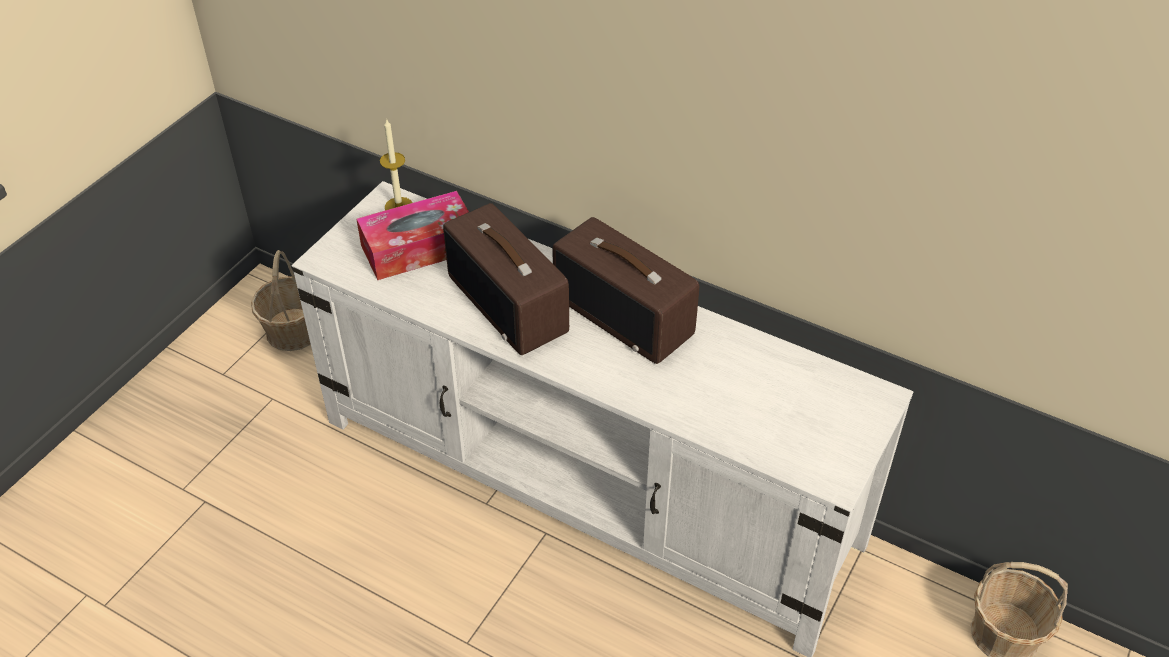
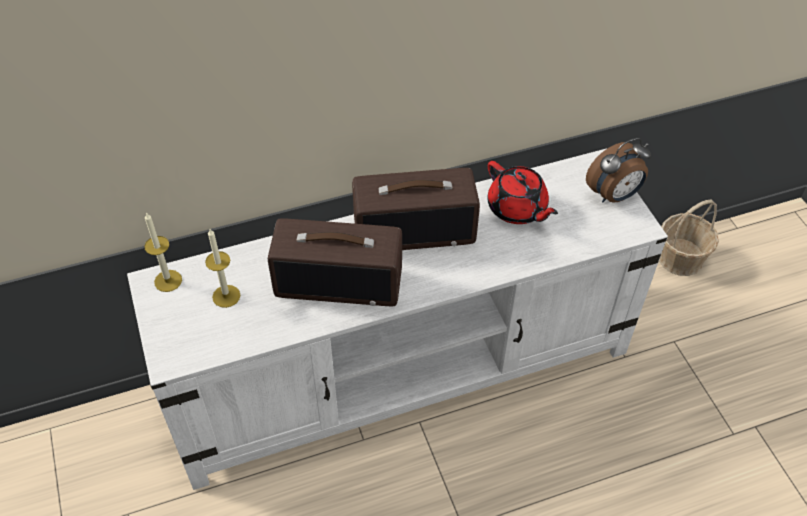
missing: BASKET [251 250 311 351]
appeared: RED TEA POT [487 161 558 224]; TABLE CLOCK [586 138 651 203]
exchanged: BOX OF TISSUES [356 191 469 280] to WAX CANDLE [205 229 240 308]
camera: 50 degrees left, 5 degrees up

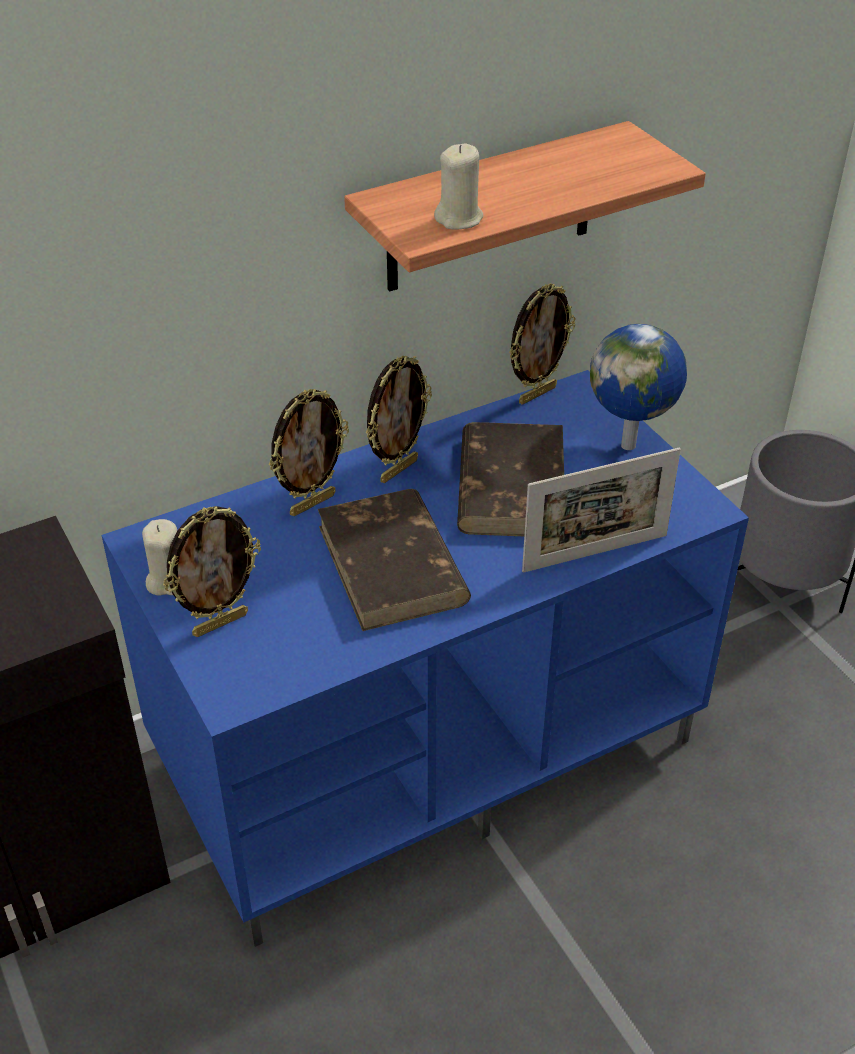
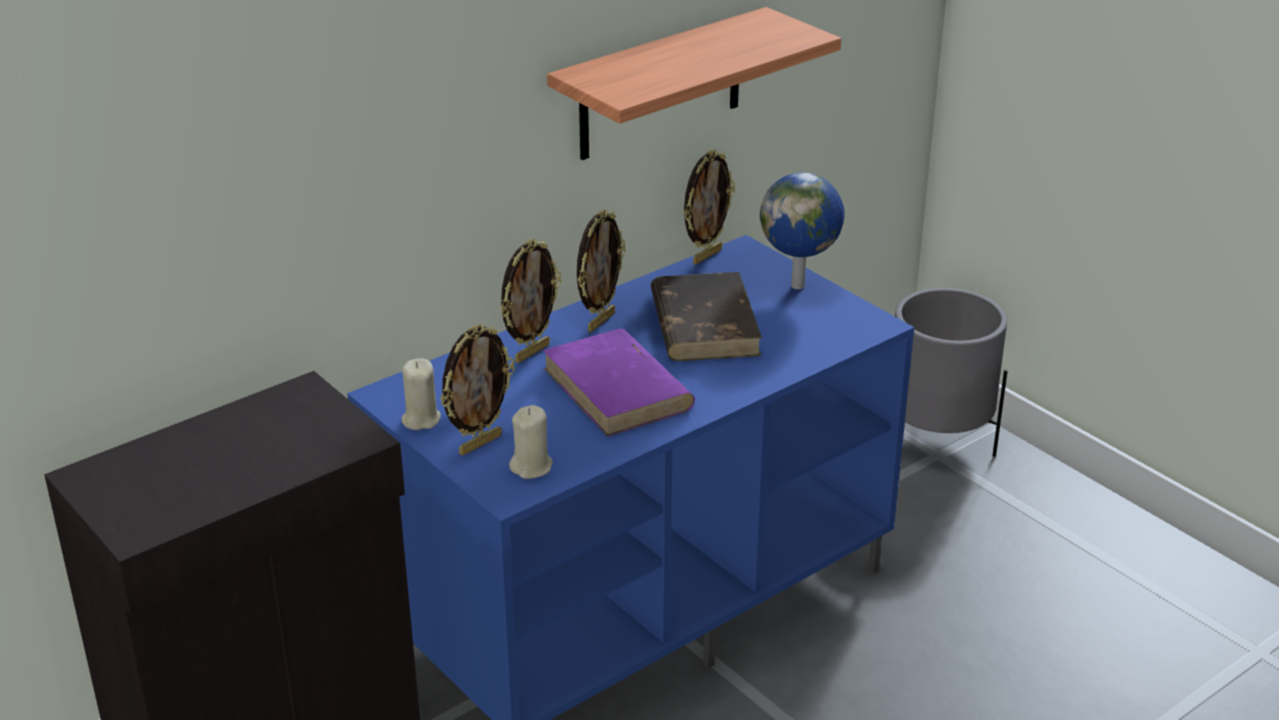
missing: PICTURE FRAME [522 448 681 573]
relocated: SAND-COLOURED WAX CANDLE [434 144 483 230] to [509 405 553 479]
colour: BROWN BOUND BOOK [318 489 471 631] to PURPLE BOUND BOOK [543 329 695 437]
camera: 10 degrees left, 10 degrees down

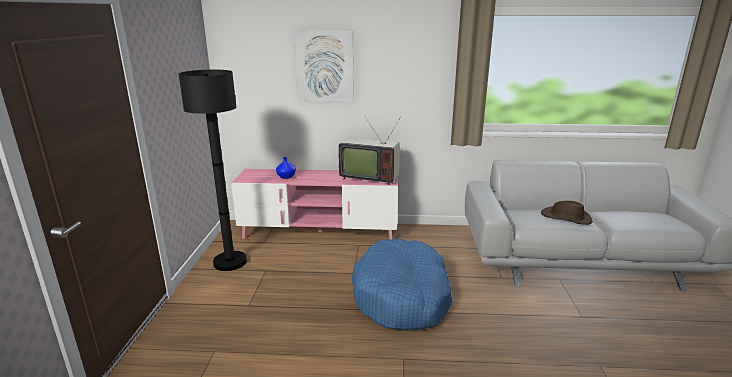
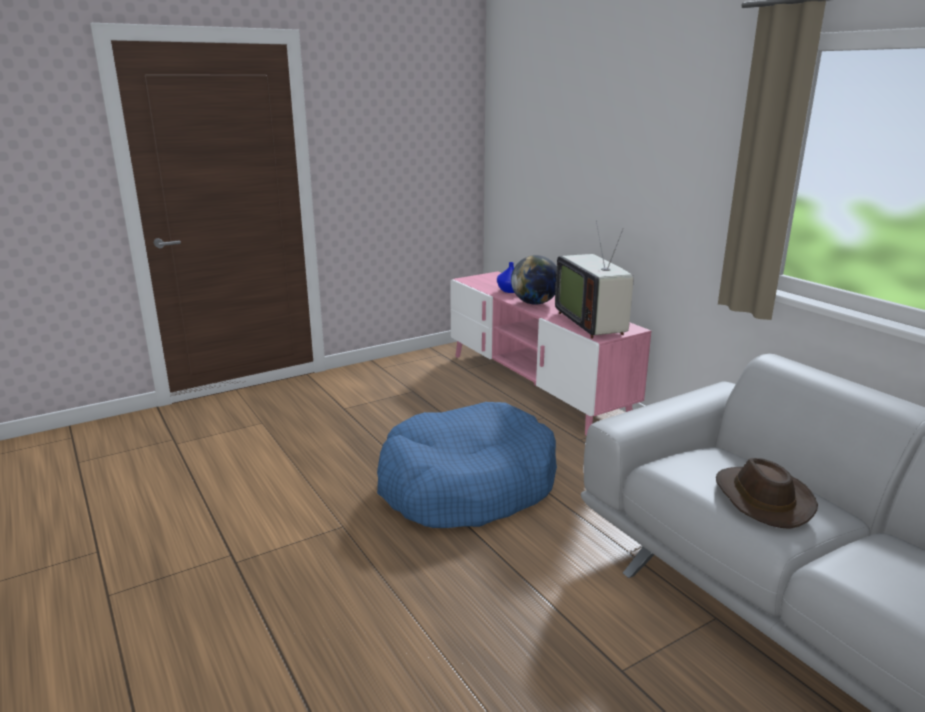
missing: BLACK STANDING LAMP [179 70 247 271]; PICTURE [294 31 354 101]
appeared: GLOBE [511 255 557 305]
camera: 55 degrees right, 0 degrees up

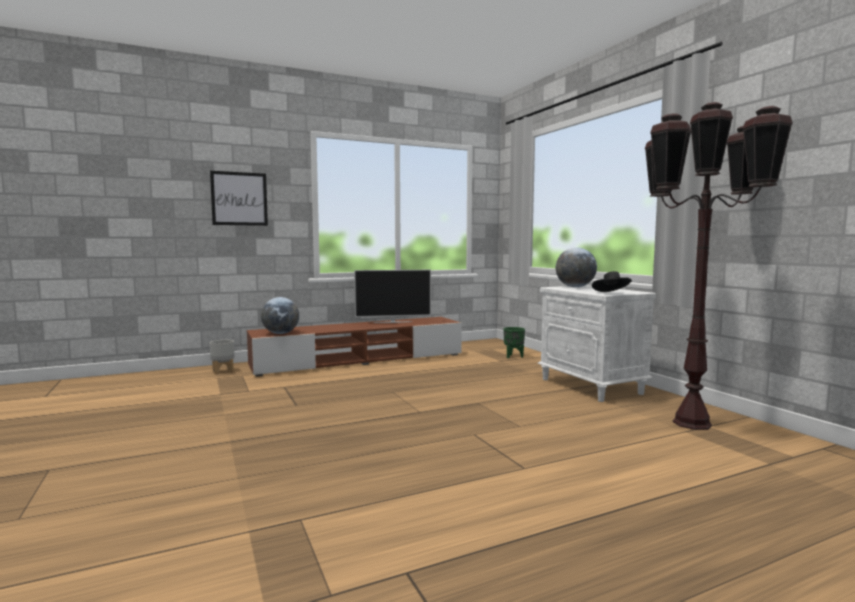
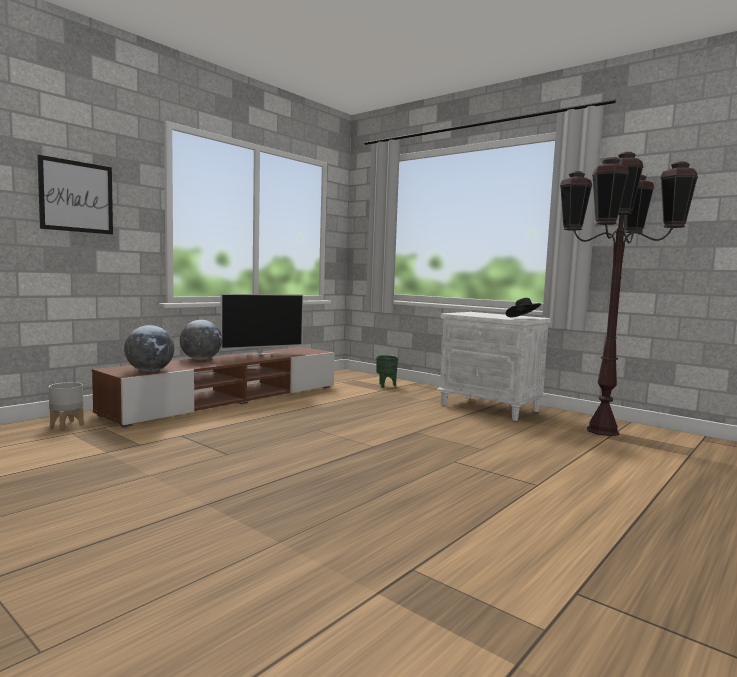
relocated: GLOBE [556 247 597 287] to [180 320 222 360]
camera: 25 degrees left, 0 degrees up

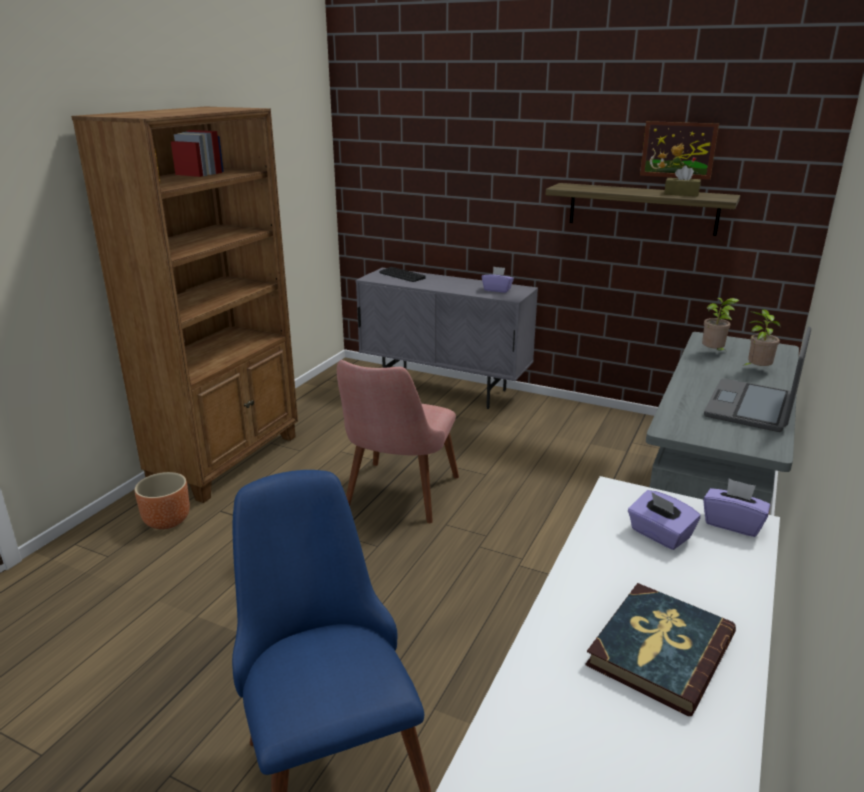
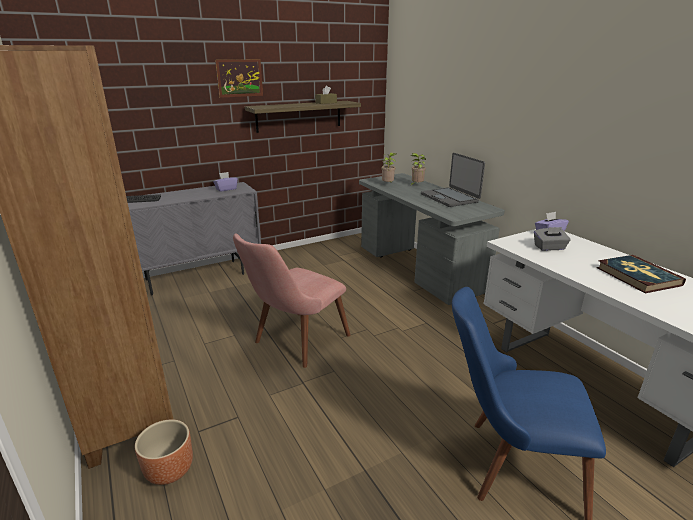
relocated: PICTURE [640 121 719 180] to [215 59 263 98]
colour: PURPLE BOX OF TISSUES [628 490 701 550] to GREY BOX OF TISSUES [534 227 571 251]
spun: PINKISH CHAIR [337 360 459 523] = [233 234 351 368] 75 degrees clockwise
camera: 55 degrees left, 0 degrees up

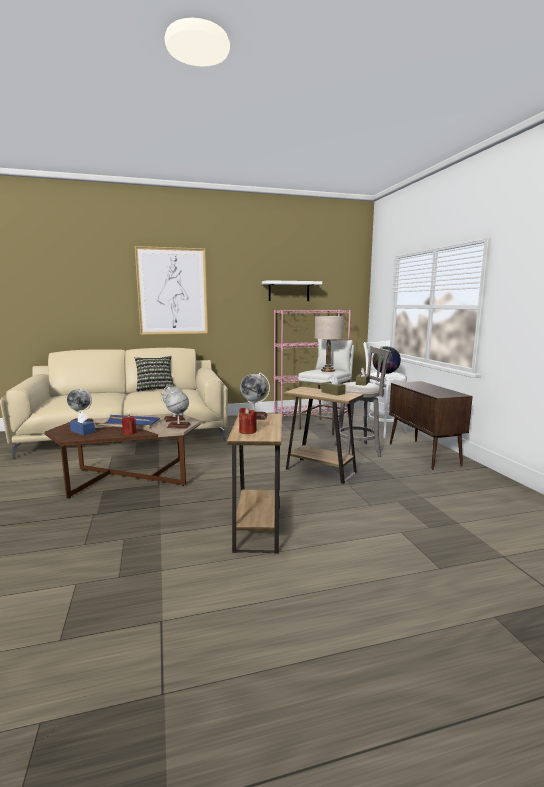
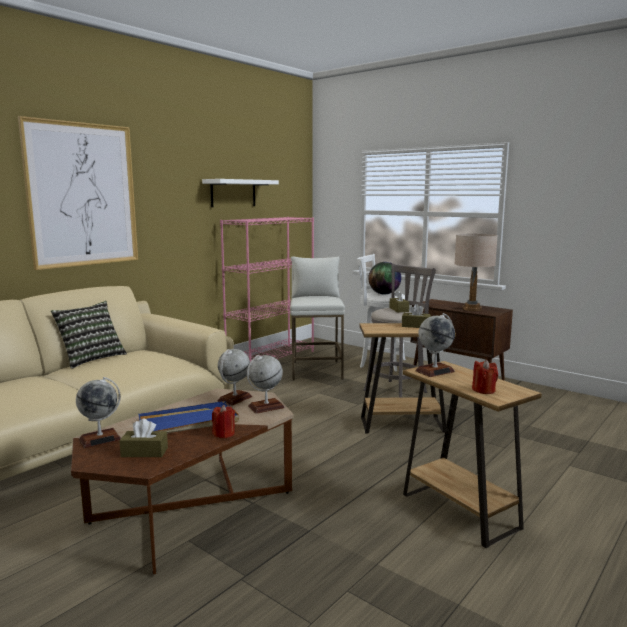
relocated: SAND-COLOURED TABLE LAMP [315 316 344 372] to [454 233 498 311]
colour: BLUE BOX OF TISSUES [70 412 95 435] to BROWN BOX OF TISSUES [119 419 168 457]
camera: 35 degrees left, 0 degrees up

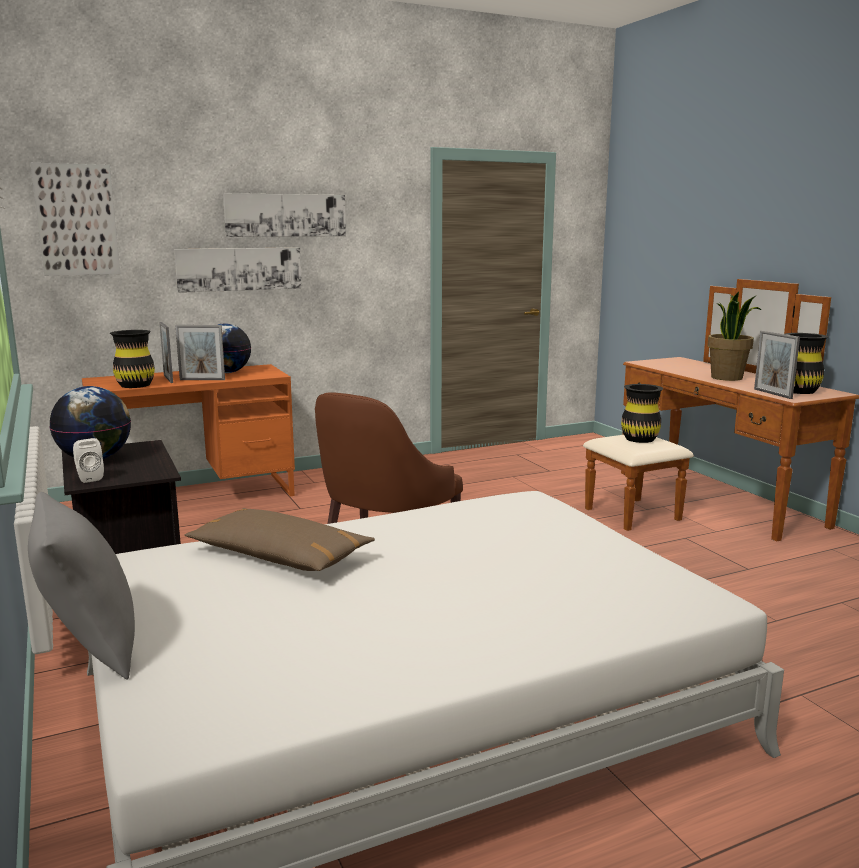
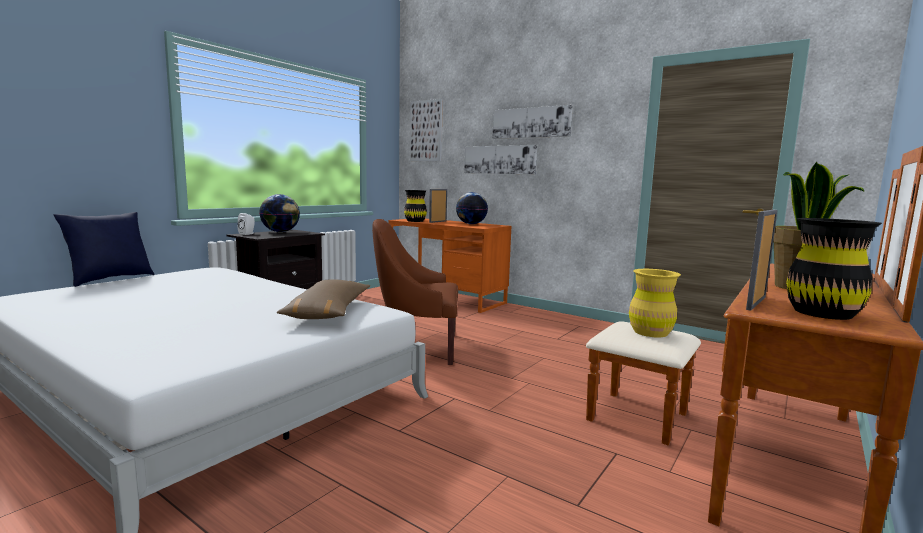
missing: PICTURE FRAME [175 325 225 380]
relocated: BROWN THROW PILLOW [184 508 375 571] to [277 279 370 319]
colour: GREY THROW PILLOW [28 492 135 680] to BLUE THROW PILLOW [54 212 154 287]; BLACK VASE [621 384 663 443] to YELLOW-COLOURED VASE [629 269 681 337]
camera: 60 degrees right, 5 degrees down

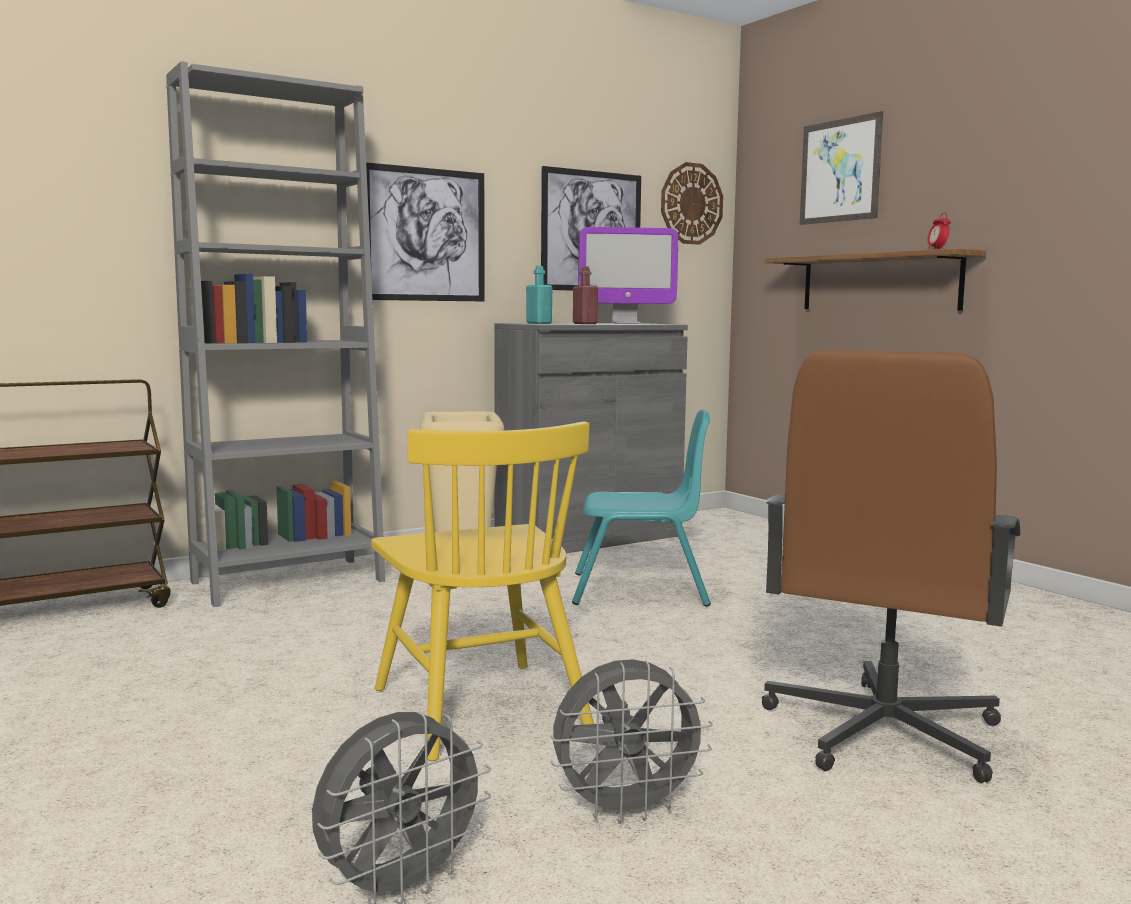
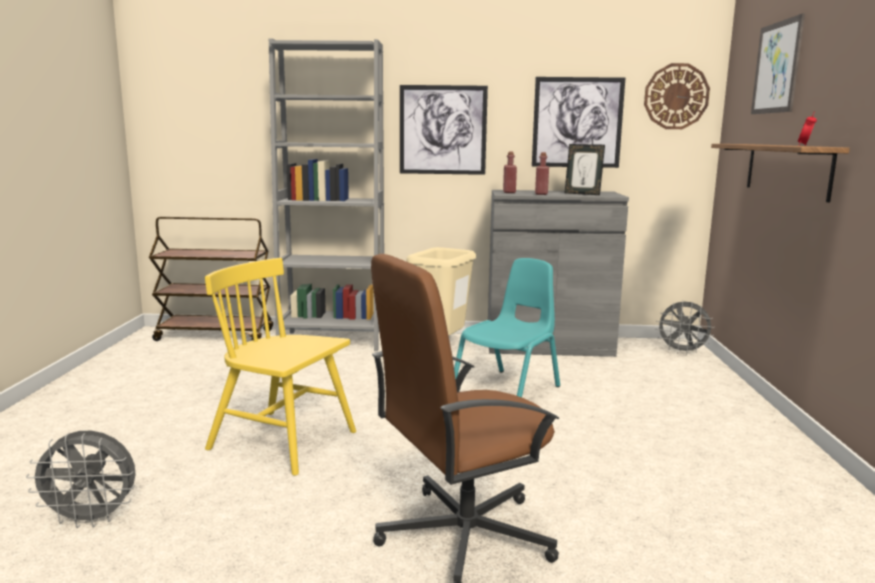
relocated: GREY ELECTRIC FAN [550 659 713 824] to [656 302 715 355]
exchanged: COMPUTER DISPLAY [578 227 678 324] to PICTURE FRAME [565 144 605 195]
colour: TURQUOISE-COLOURED BEVERAGE BOTTLE [526 266 552 324] to RED BEVERAGE BOTTLE [503 152 517 193]
spun: YELLOW-COLOURED CHAIR [371 422 594 761] = [205 258 356 476] 105 degrees clockwise; TURQUOISE-COLOURED CHAIR [572 409 711 607] = [454 258 560 397] 90 degrees counterclockwise
camera: 35 degrees right, 5 degrees up

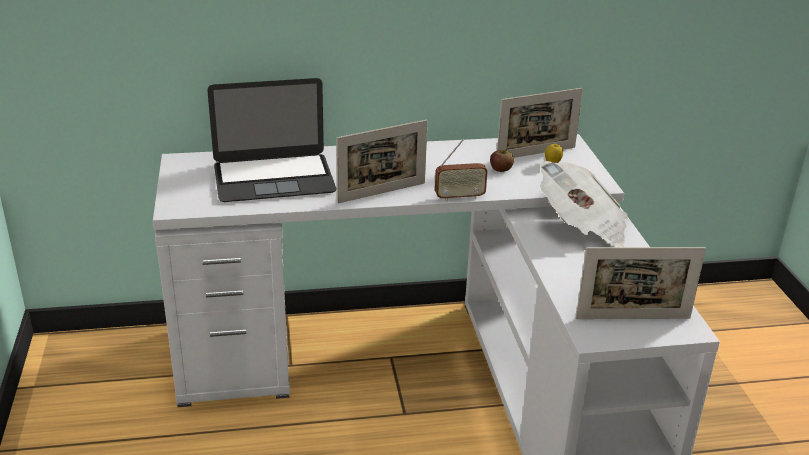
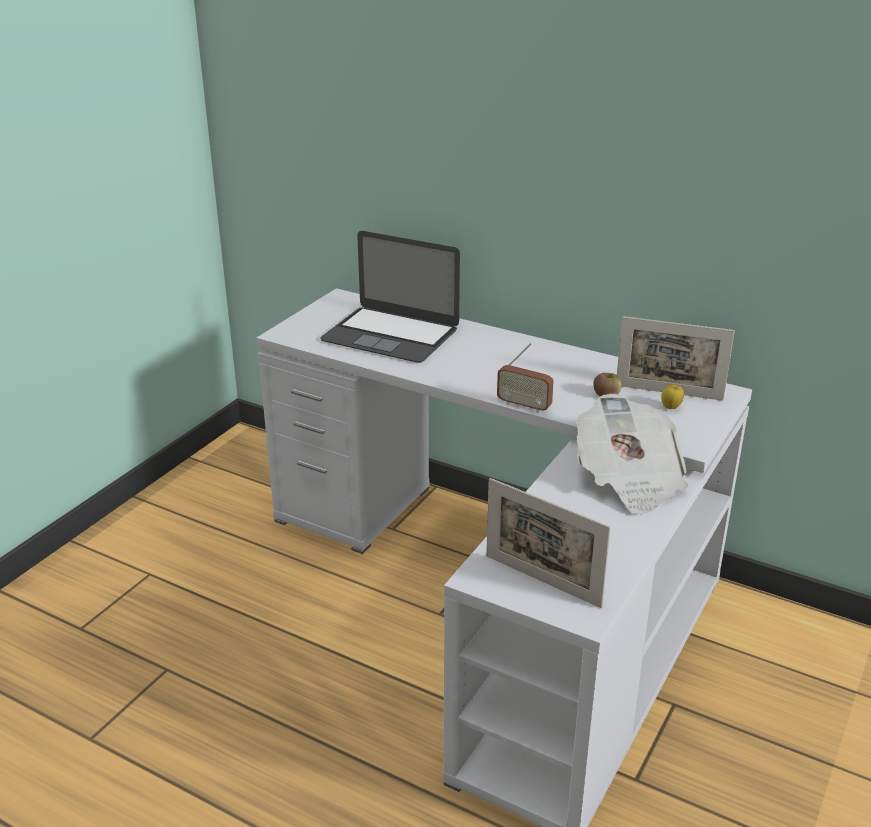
missing: PICTURE FRAME [336 120 428 203]
camera: 40 degrees right, 0 degrees up

